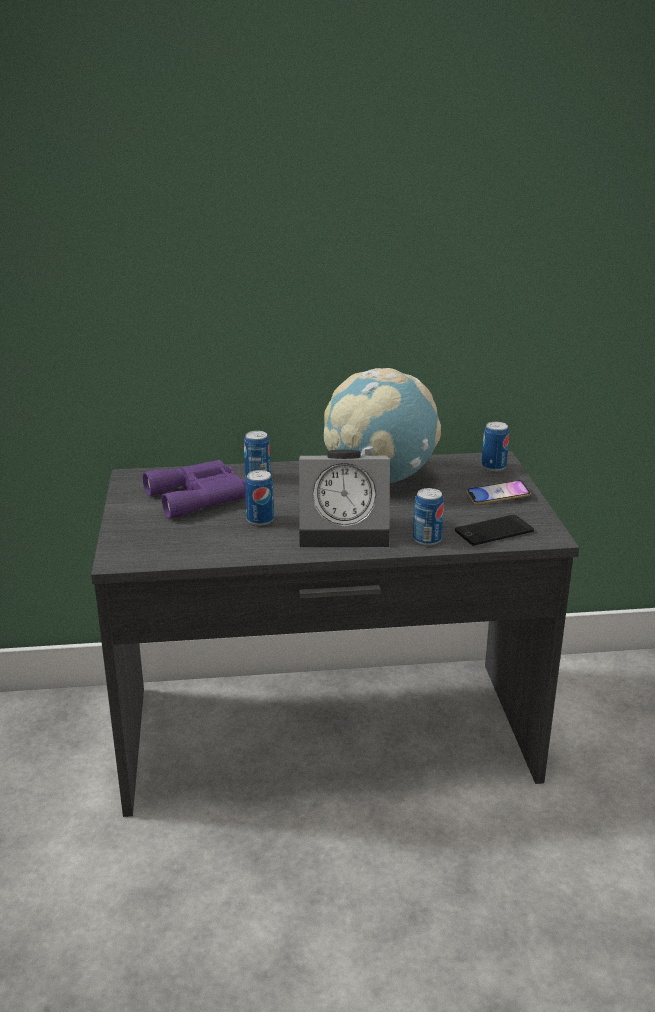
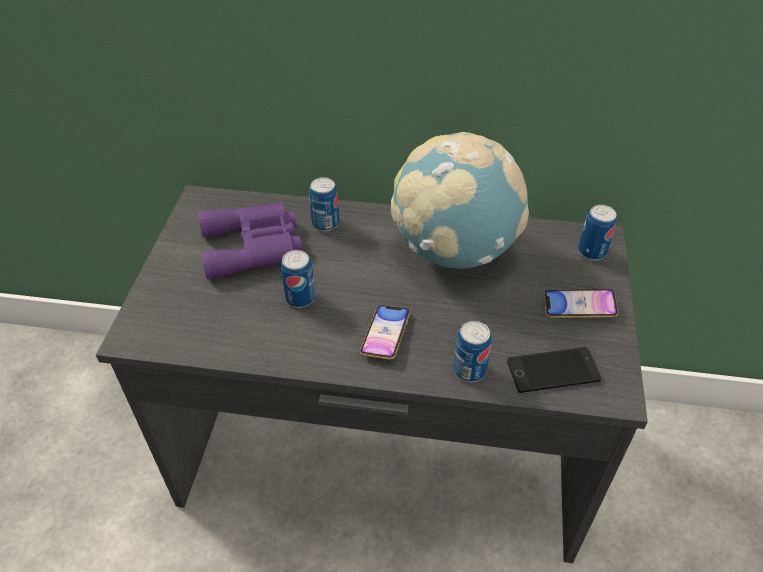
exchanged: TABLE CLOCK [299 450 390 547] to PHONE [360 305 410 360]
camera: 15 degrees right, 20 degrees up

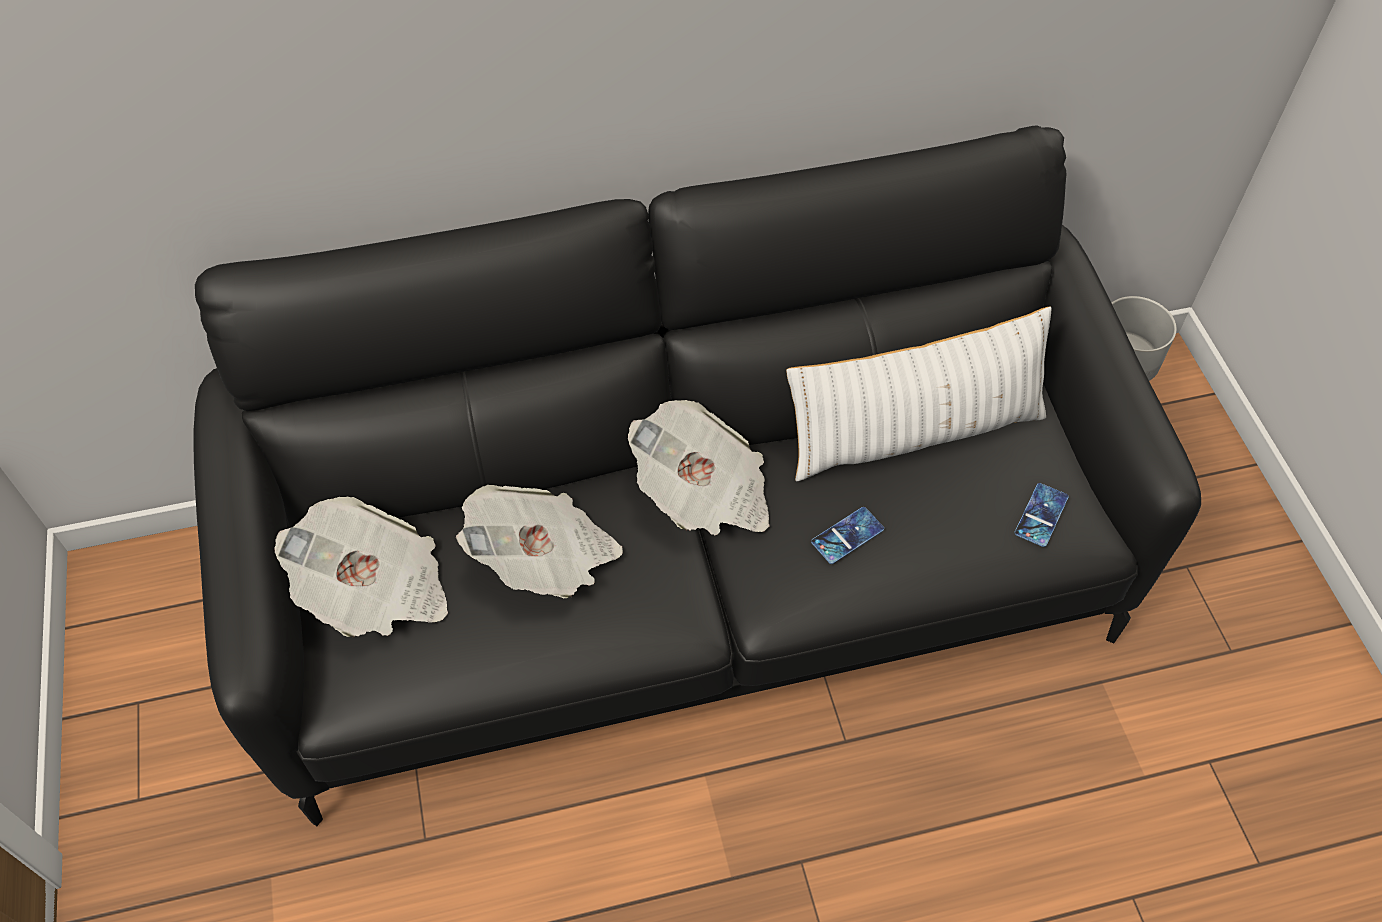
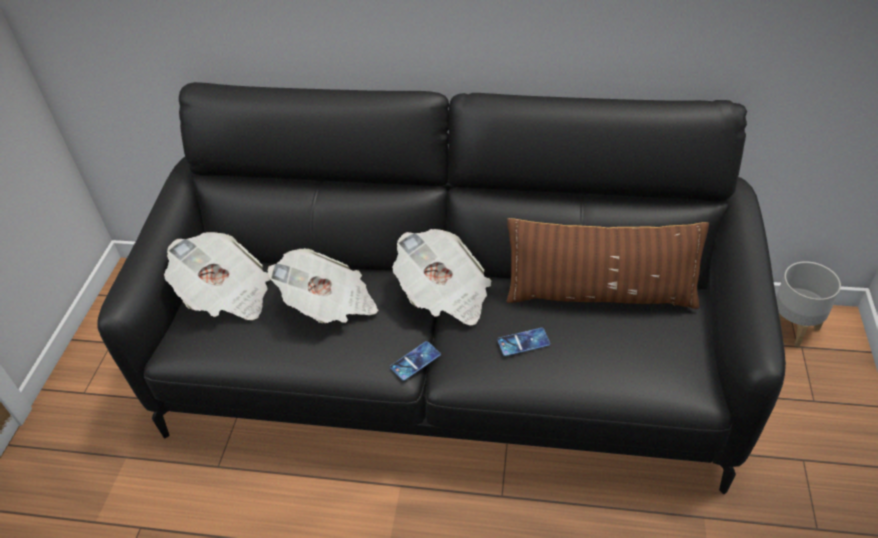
relocated: PHONE [1014 483 1069 547] to [390 341 441 381]
colour: WHITE-COLOURED THROW PILLOW [786 306 1051 481] to BROWN THROW PILLOW [506 218 709 309]
camera: 25 degrees right, 10 degrees down

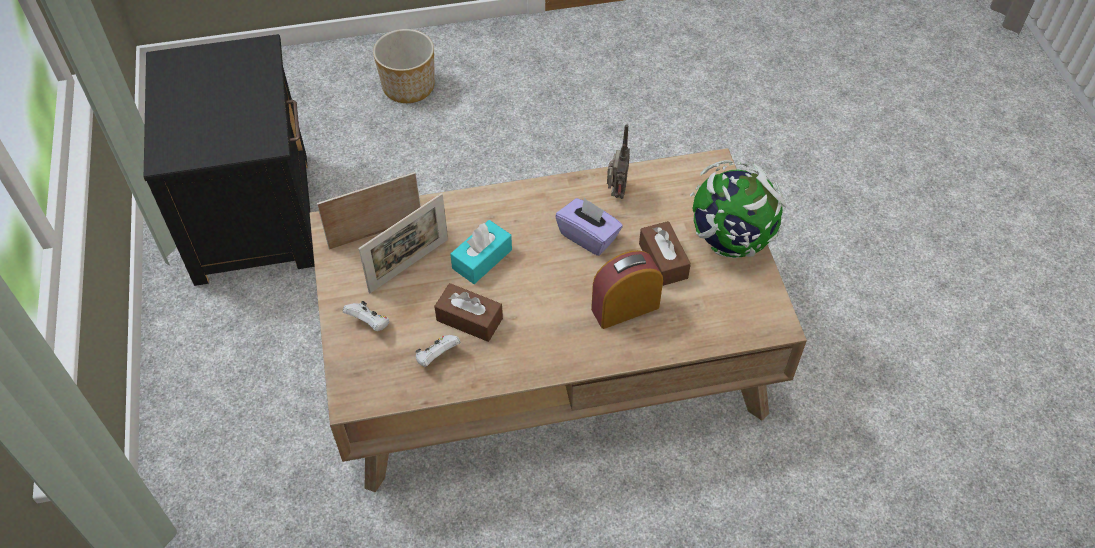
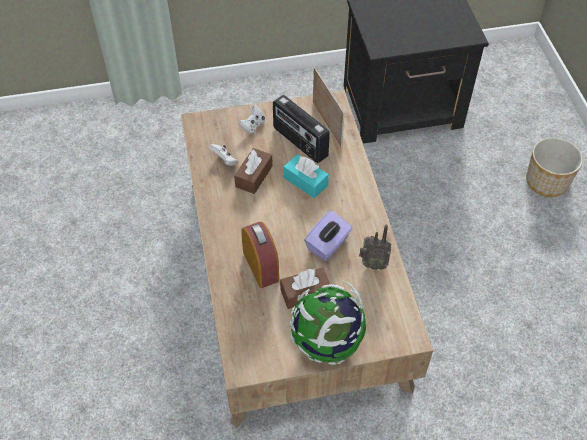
exchanged: PICTURE FRAME [359 193 448 294] to RADIO [273 95 330 163]
camera: 90 degrees right, 0 degrees up

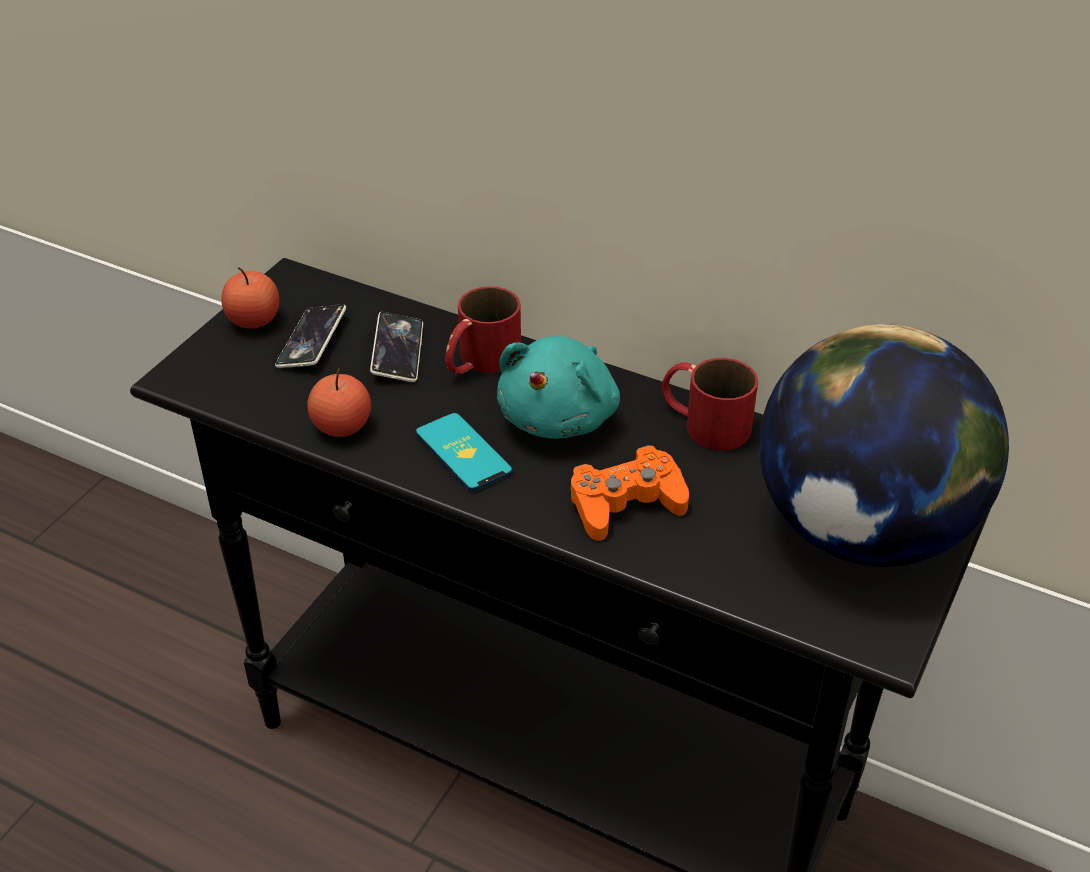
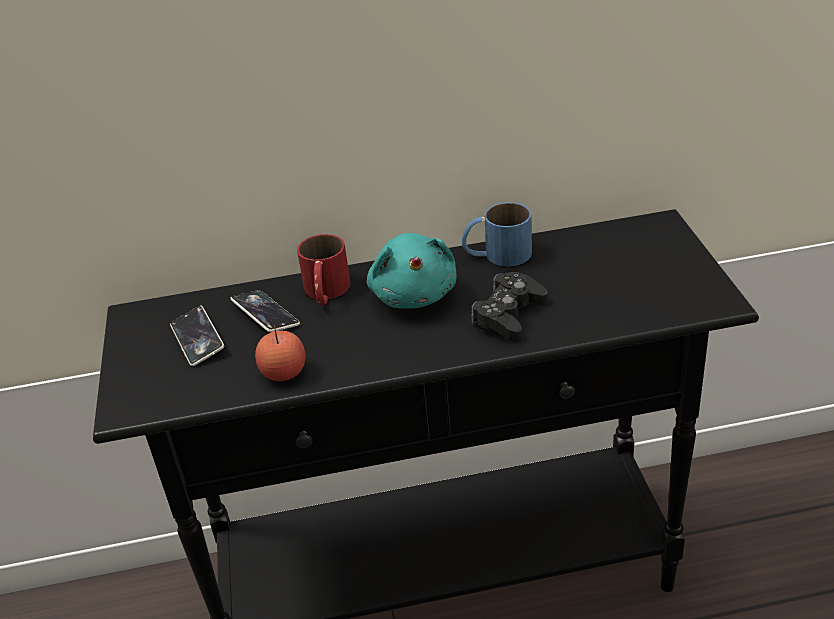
missing: APPLE [221 267 279 329]; PHONE [416 413 512 492]; GLOBE [759 324 1009 567]
colour: ORANGEY GAME CONTROLLER [571 445 689 541] to BLACK GAME CONTROLLER [471 272 547 342]; RED MUG [662 358 758 450] to BLUE MUG [462 202 532 266]
camera: 35 degrees left, 5 degrees down

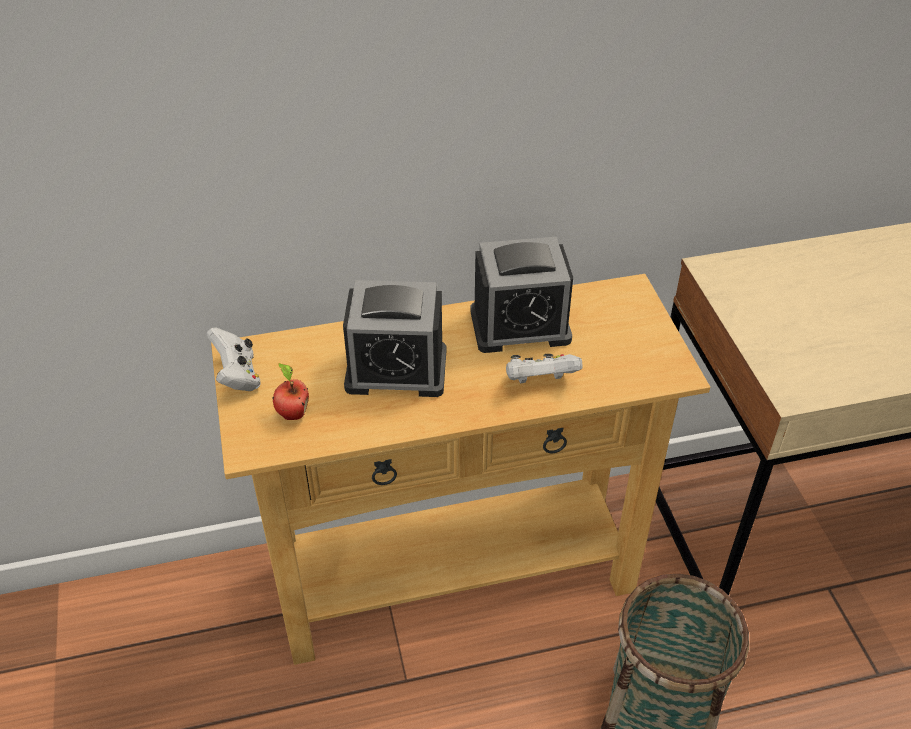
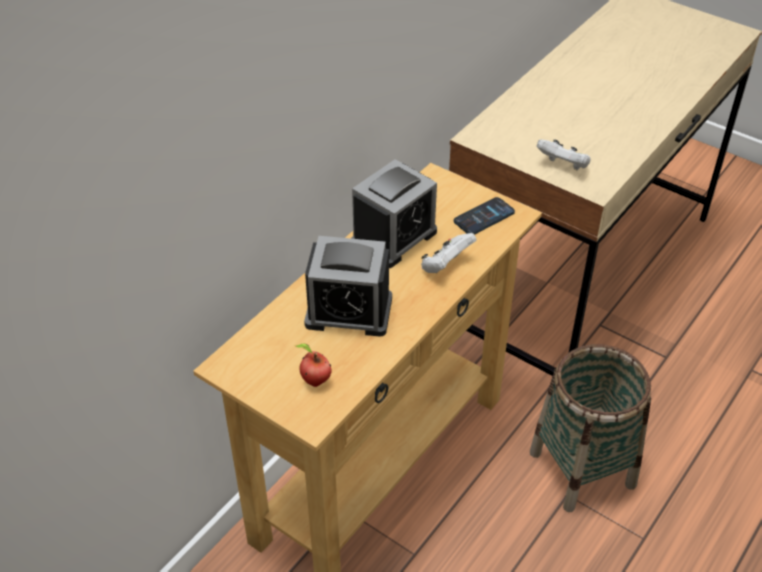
appeared: PHONE [454 197 515 235]
relocated: WHITE-COLOURED GAME CONTROLLER [207 327 261 391] to [537 139 591 170]
spun: TABLE CLOCK [343 280 446 397] = [304 236 392 337] 45 degrees clockwise
camera: 40 degrees left, 0 degrees up

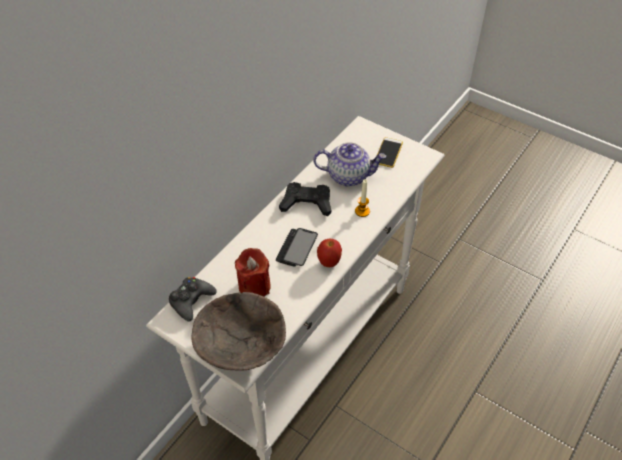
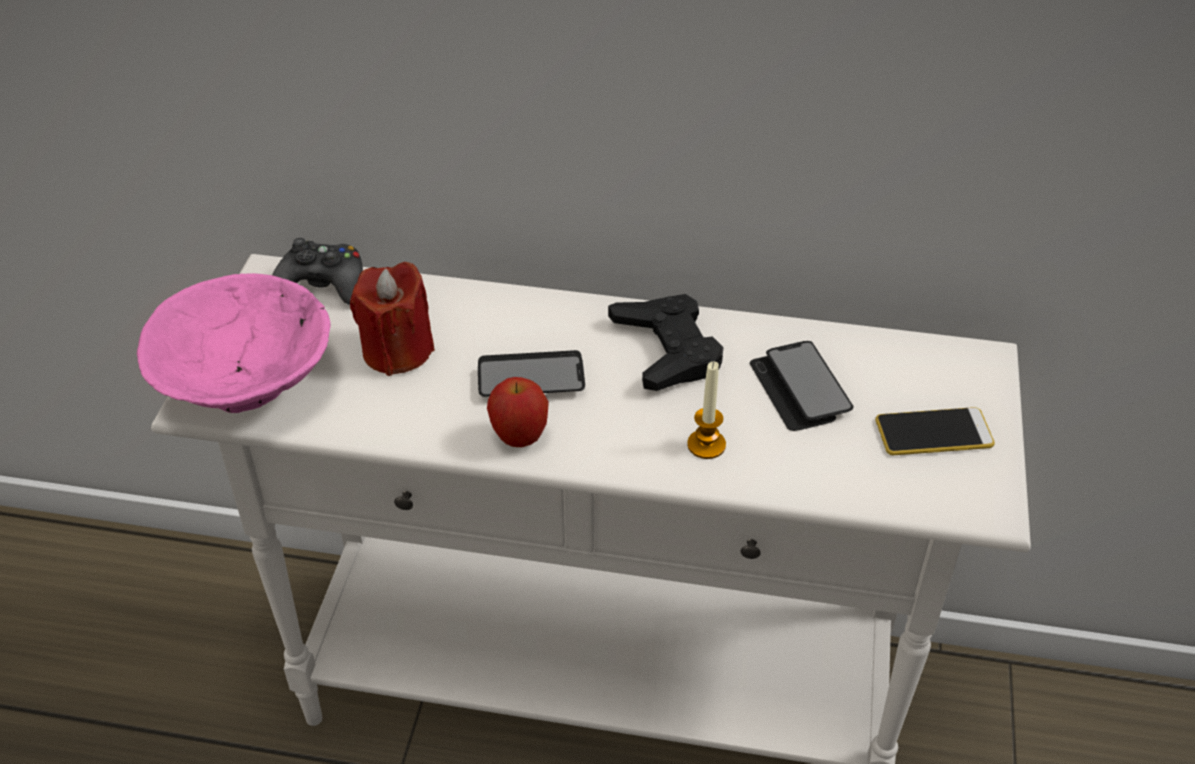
exchanged: TEA POT [313 142 386 186] to PHONE [750 341 854 431]
colour: BROWN DEEP DISH [191 292 286 371] to PINKISH DEEP DISH [137 273 331 413]
camera: 65 degrees right, 5 degrees down

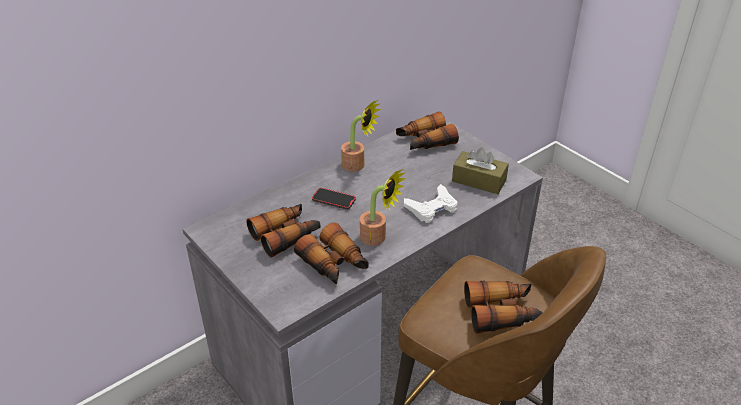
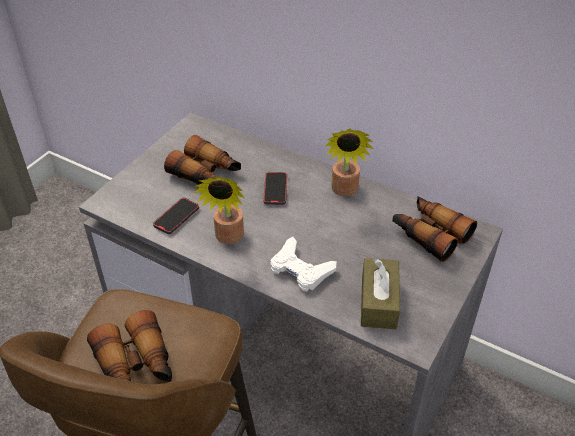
exchanged: BINOCULARS [294 223 368 284] to PHONE [153 198 199 234]
camera: 70 degrees right, 5 degrees up

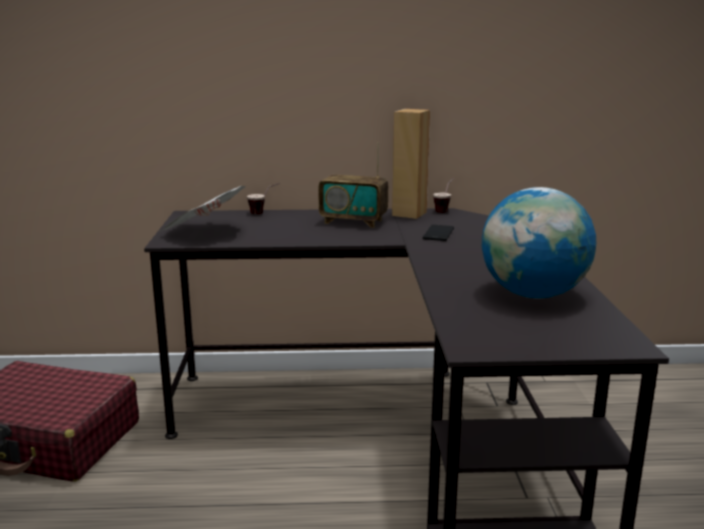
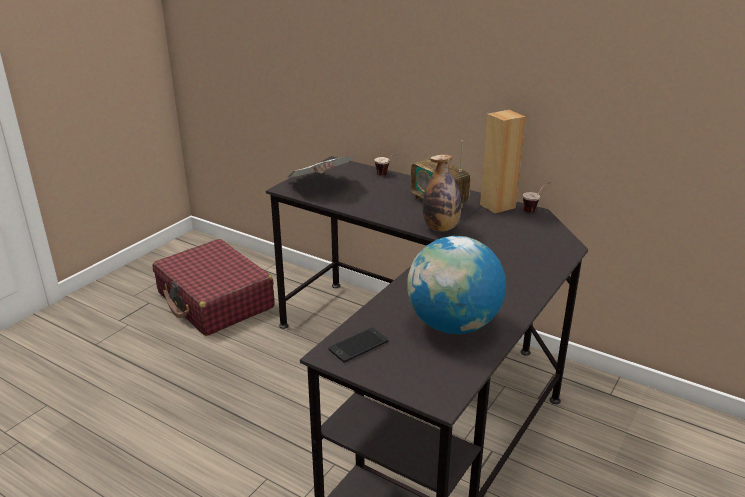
appeared: BEVERAGE BOTTLE [423 154 462 231]
relocated: PHONE [423 225 454 241] to [328 328 388 363]
camera: 35 degrees right, 10 degrees up

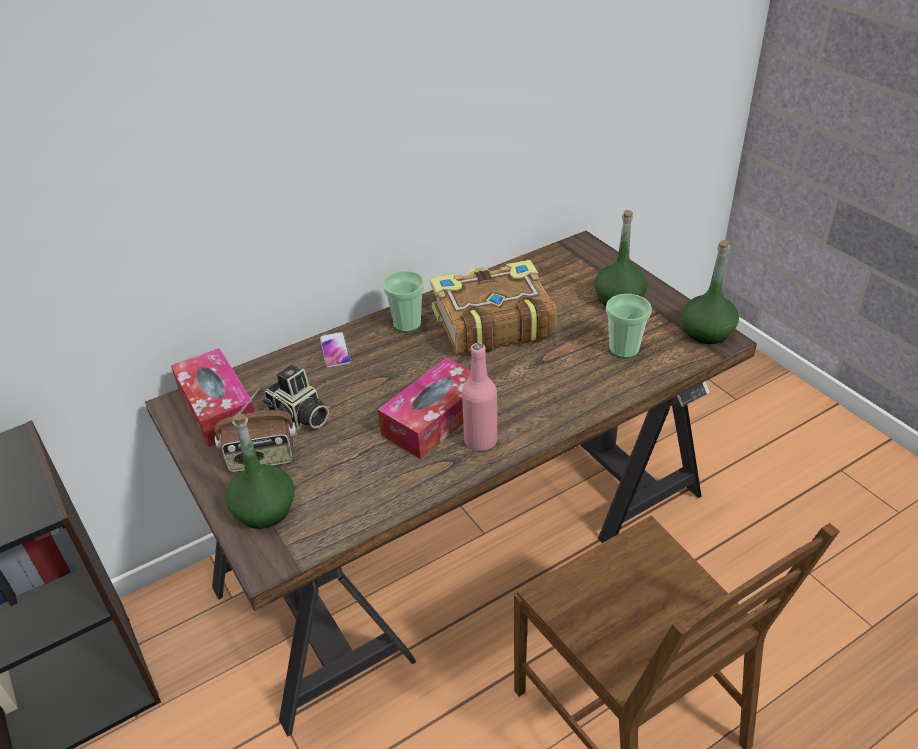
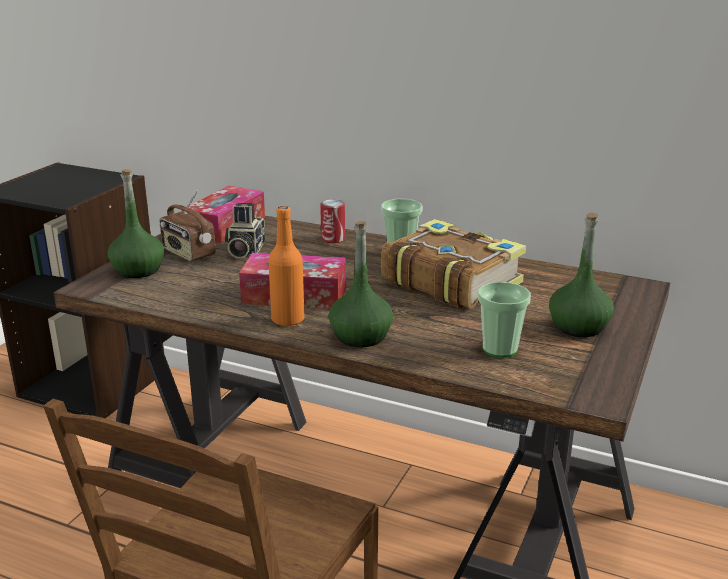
relocated: GREEN-COLOURED BEVERAGE BOTTLE [682 240 739 344] to [329 221 393 347]
exchanged: PHONE [320 332 351 368] to METAL CAN [320 199 345 243]
colour: PINKISH BEVERAGE BOTTLE [462 343 497 451] to ORANGEY BEVERAGE BOTTLE [268 206 304 326]
camera: 55 degrees right, 15 degrees down

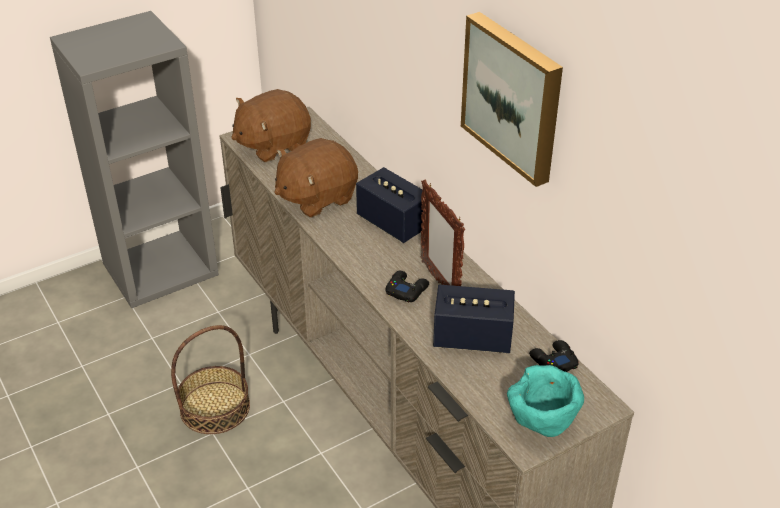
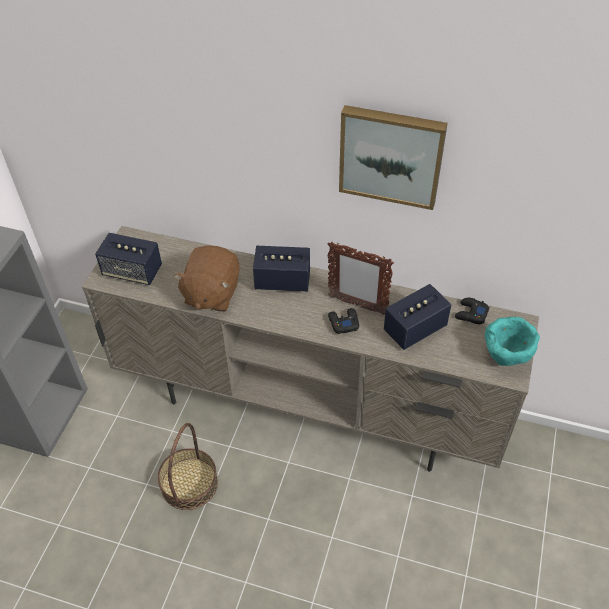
exchanged: BROWN CUDDLY TOY [231 89 311 162] to LOUDSPEAKER [95 233 162 285]
camera: 40 degrees left, 10 degrees up

